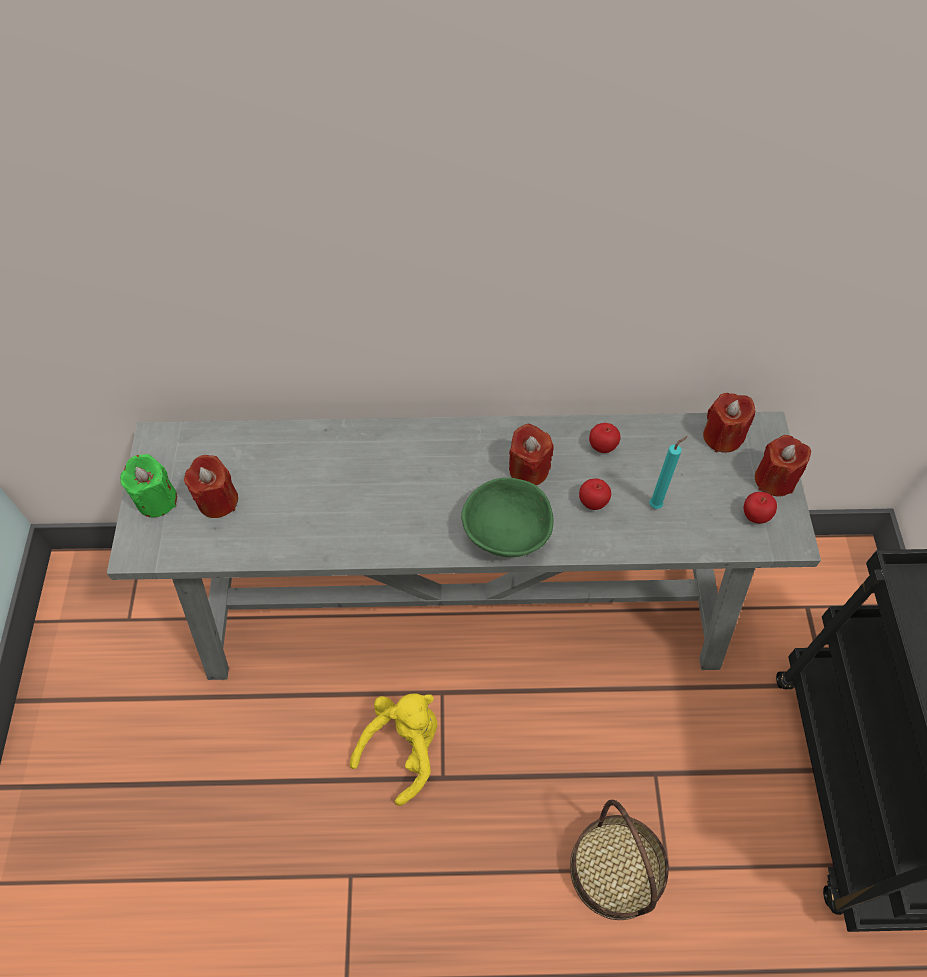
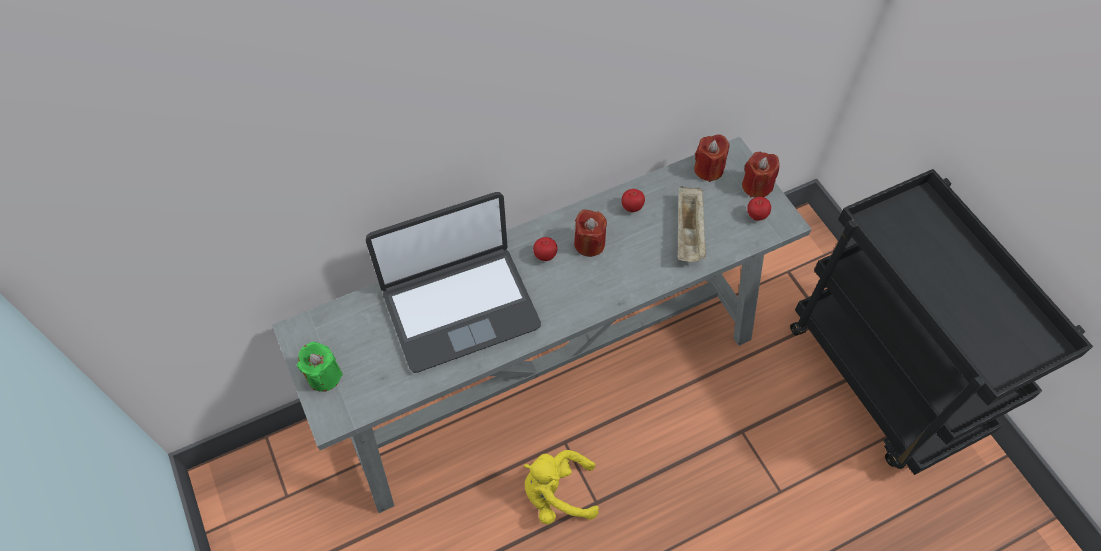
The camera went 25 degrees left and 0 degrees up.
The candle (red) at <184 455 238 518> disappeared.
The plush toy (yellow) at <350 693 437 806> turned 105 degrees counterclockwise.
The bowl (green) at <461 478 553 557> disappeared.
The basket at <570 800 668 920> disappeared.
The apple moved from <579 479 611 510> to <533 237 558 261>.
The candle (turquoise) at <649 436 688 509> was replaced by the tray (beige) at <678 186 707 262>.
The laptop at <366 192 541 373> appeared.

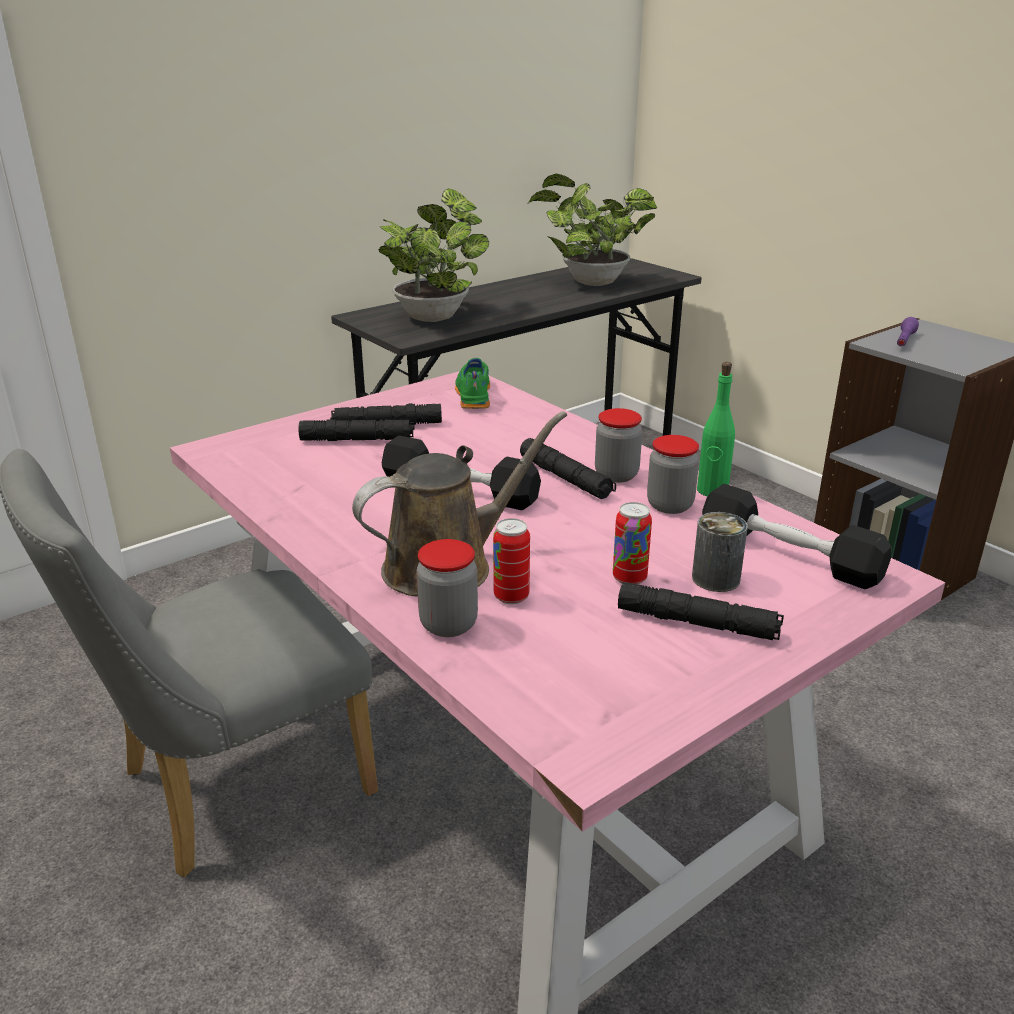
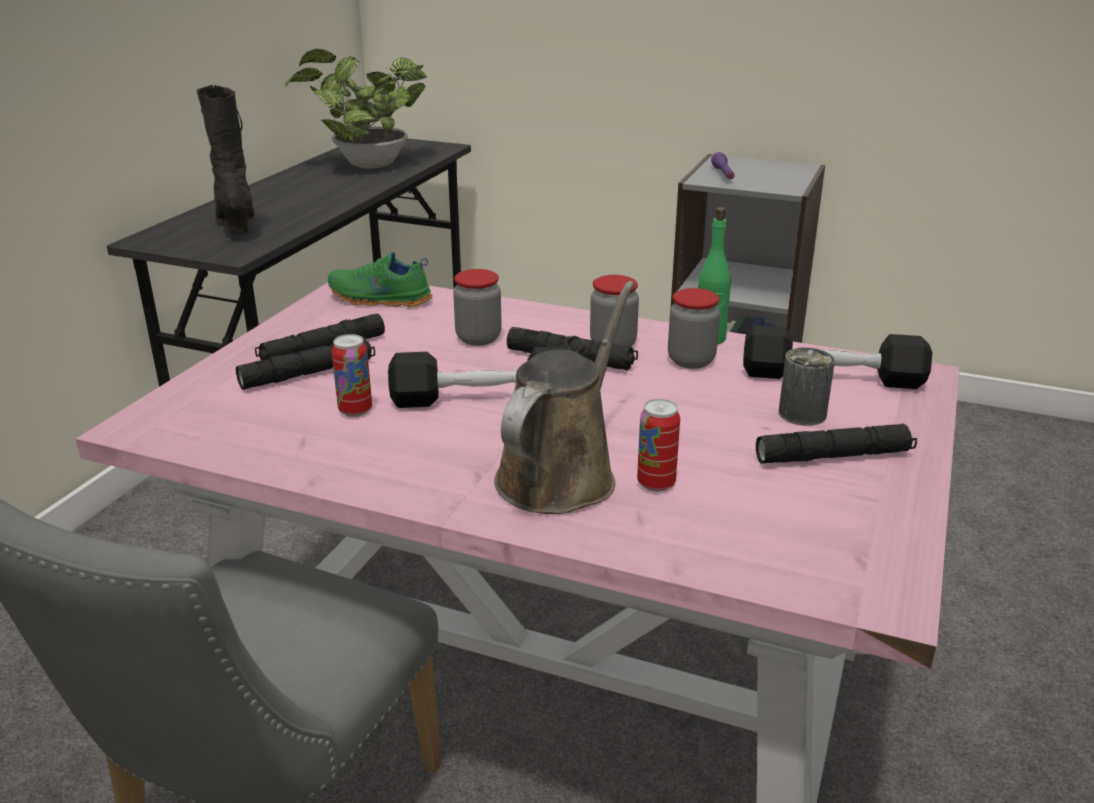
The camera went 30 degrees left and 0 degrees up.
The potted plant at <379 188 489 322> was replaced by the boot (black) at <197 85 256 235>.
The jar moved from <416 539 478 637> to <453 269 502 346>.
The shoe (green) at <455 358 490 409> turned 45 degrees counterclockwise.
The can moved from <613 502 652 584> to <332 334 372 417>.

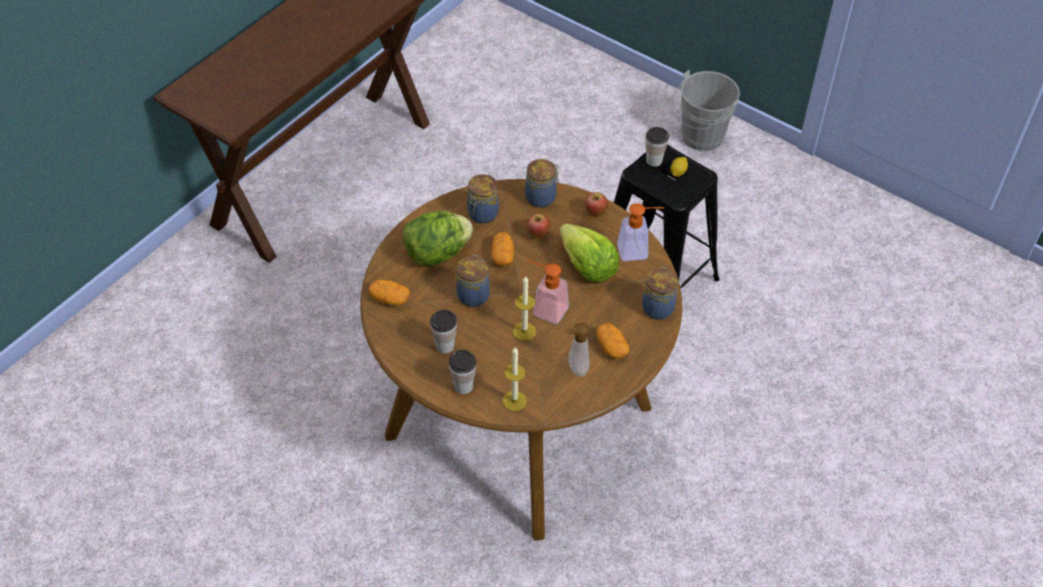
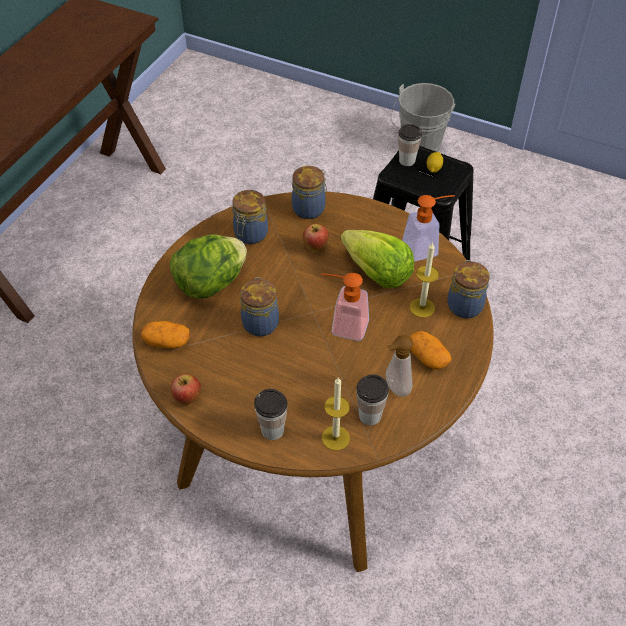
The camera went 10 degrees left and 0 degrees up.
The cup moved from <430 310 457 354> to <356 374 389 425>.
The potato at <491 232 514 266> disappeared.
The candle moved from <513 276 536 341> to <410 242 439 318>.
The apple moved from <584 192 608 217> to <170 373 201 405>.

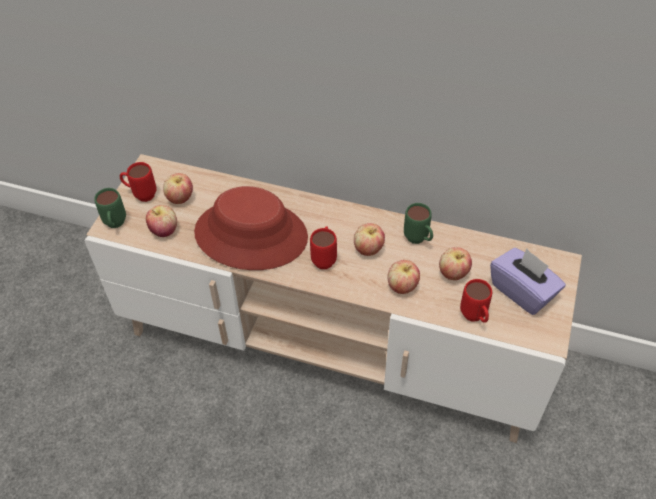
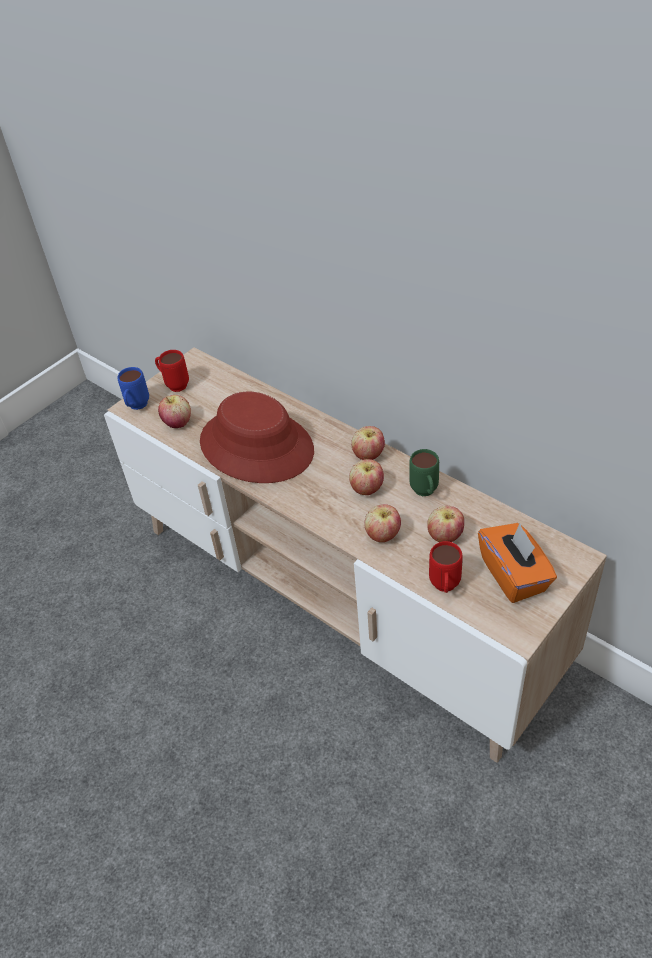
The camera went 25 degrees right and 5 degrees down.
The mug (green) at <94 188 126 228> became the mug (blue) at <118 367 149 410>.
The apple moved from <163 173 193 204> to <351 426 385 460>.
The mug (red) at <310 226 337 269> disappeared.
The tissue box (purple) at <490 248 566 315> became the tissue box (orange) at <478 523 557 603>.

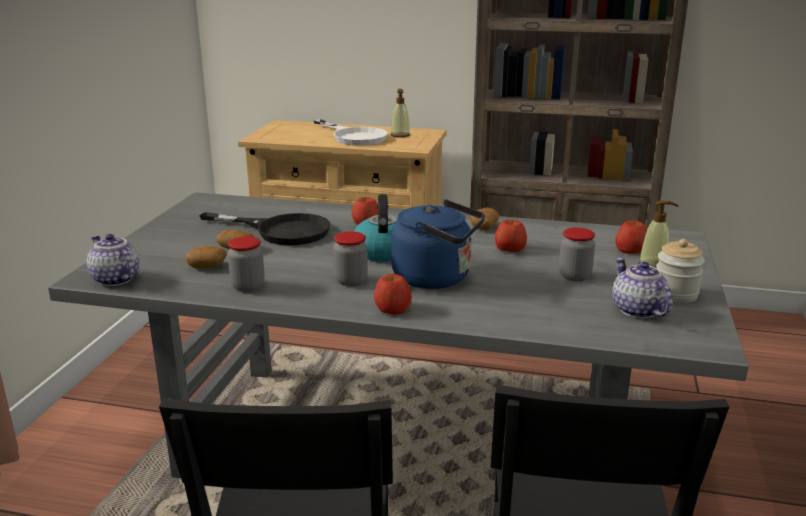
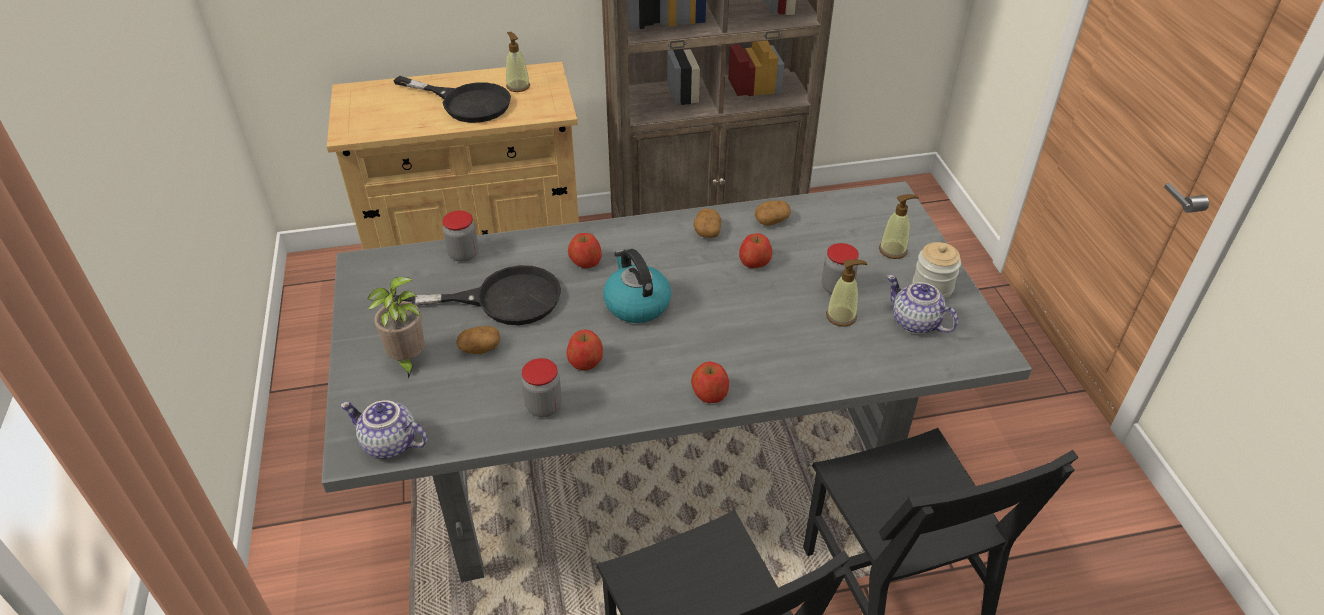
The camera went 25 degrees left and 20 degrees up.
The potato moved from <185 245 227 268> to <755 201 791 226>.
The frying pan (white) at <313 119 388 146> became the frying pan (black) at <393 76 511 123>.
The jar moved from <333 231 368 286> to <442 211 478 262>.
The kettle (blue) at <391 199 485 289> disappeared.
The apple moved from <615 220 647 254> to <567 330 603 370>.
The potted plant at <367 277 425 379> appeared.
The soap dispenser at <826 259 867 327> appeared.

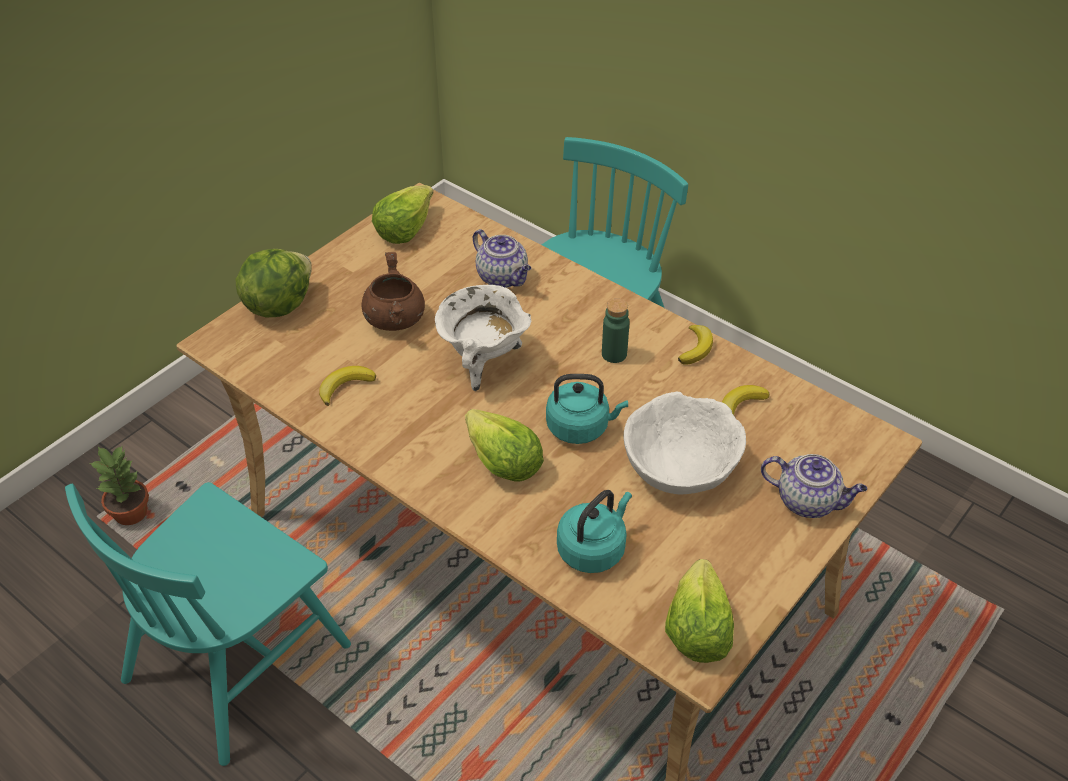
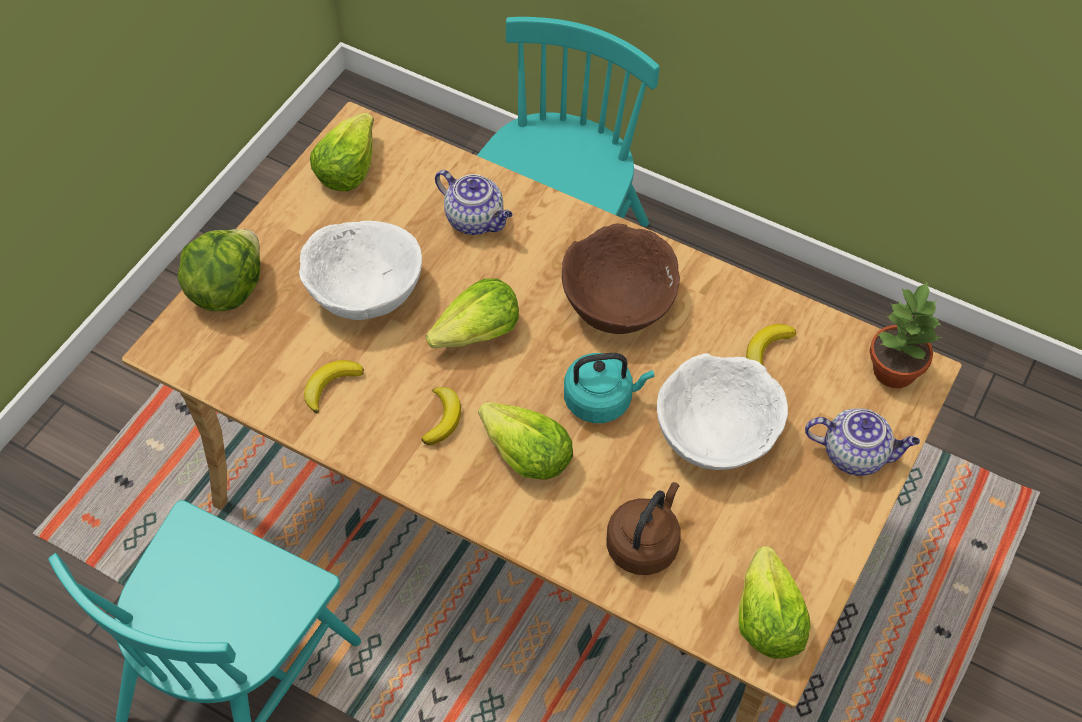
The camera went 10 degrees left and 10 degrees up.
The potted plant moved from <89 445 149 525> to <869 281 942 388>.
The cooking pot (brown) at <361 252 425 331> was replaced by the bowl (white) at <299 221 422 320>.
The cooking pot (white) at <435 285 531 391> was replaced by the lettuce at <426 279 519 348>.
The kettle (turquoise) at <557 490 632 573> became the kettle (brown) at <606 482 681 575>.
The bottle (green) at <602 299 629 363> was replaced by the bowl (brown) at <562 223 680 334>.
The banana moved from <678 325 713 365> to <421 387 461 445>.

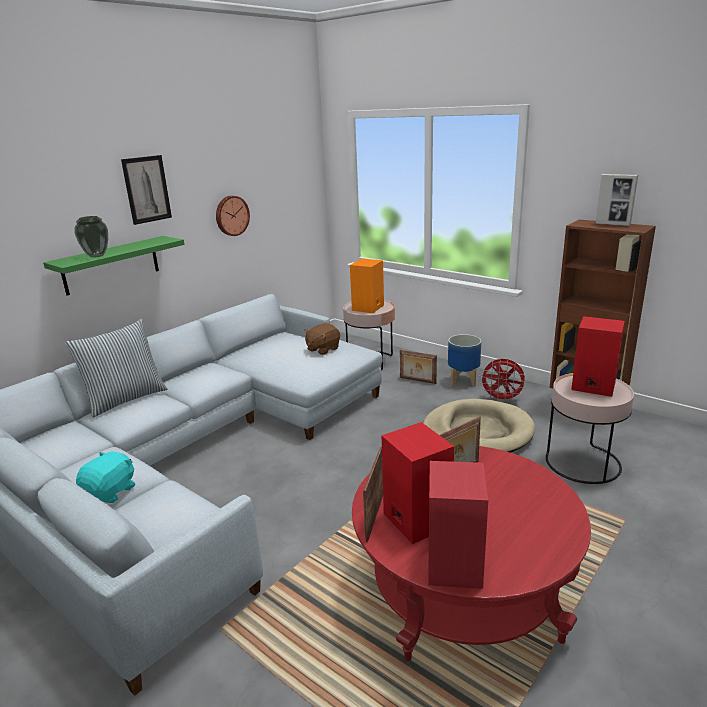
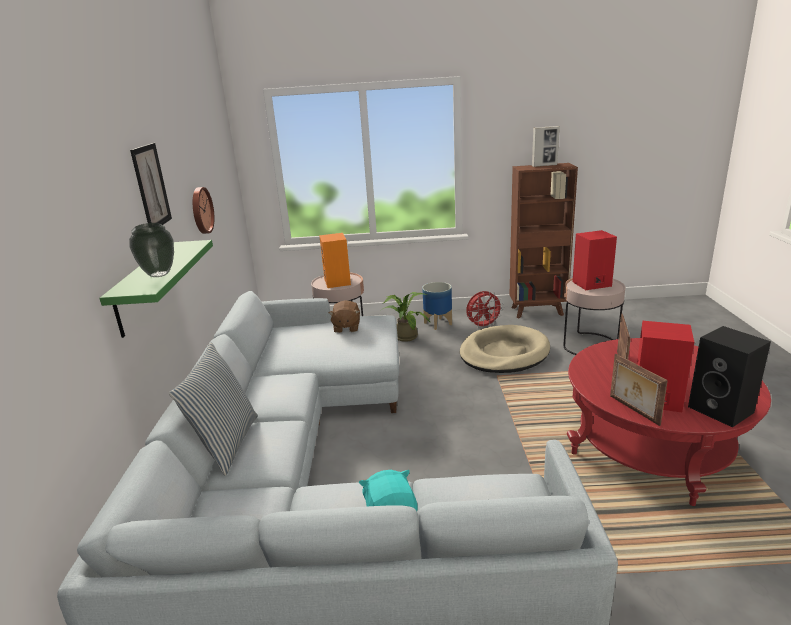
The camera went 40 degrees left and 0 degrees up.
The picture frame at <400 350 437 384> was replaced by the potted plant at <381 292 431 342>.
The speaker (red) at <428 461 488 589> became the speaker (black) at <688 326 771 427>.

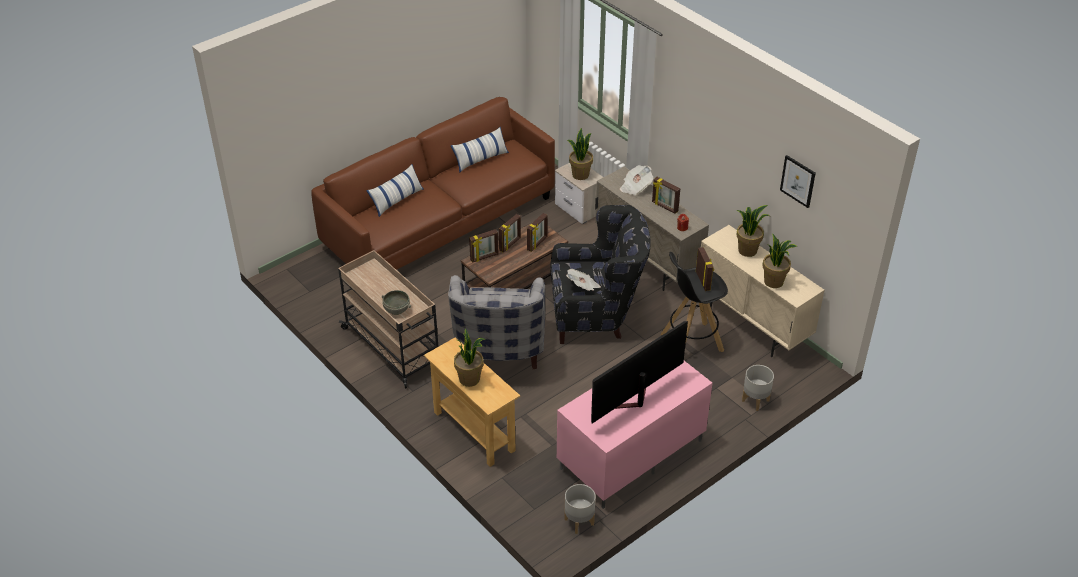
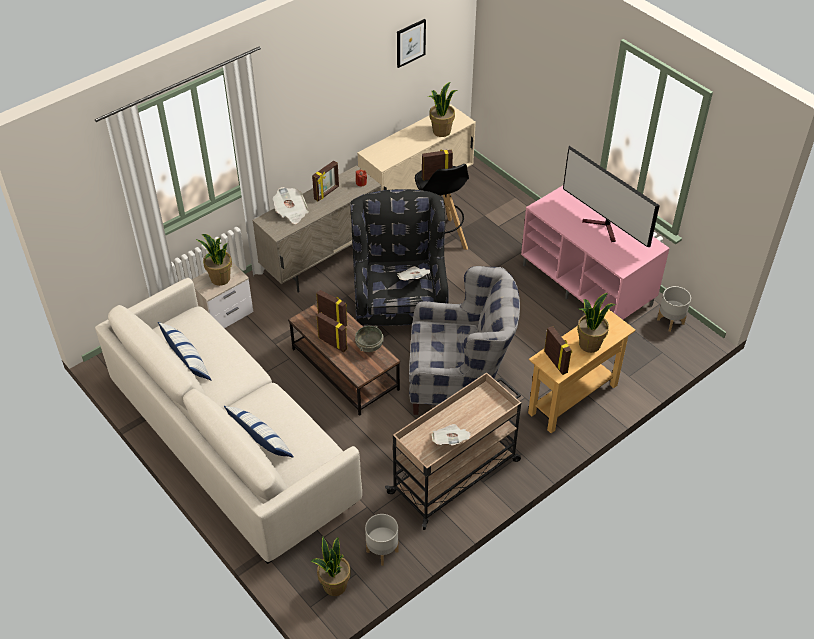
The camera went 90 degrees left and 5 degrees up.
The sofa (brown) at <311 97 555 270> became the sofa (white) at <95 278 362 564>.
The bowl (grey) moved from <382 290 411 315> to <355 326 384 352>.
The picture frame moved from <469 229 499 263> to <544 326 572 375>.
The potted plant moved from <736 205 770 257> to <311 537 351 596>.
The planter (grey) moved from <742 365 774 411> to <365 514 399 566>.
The newspaper at <432 424 471 445> appeared.

